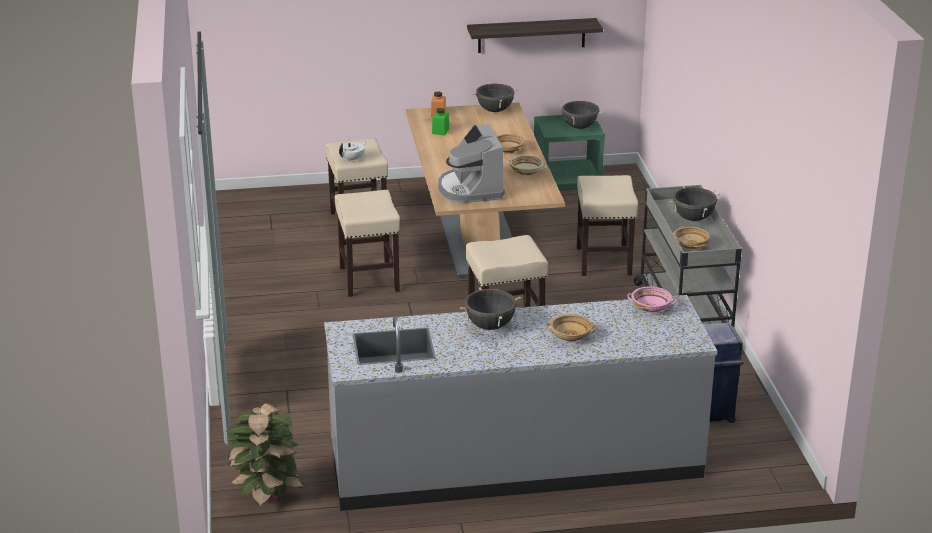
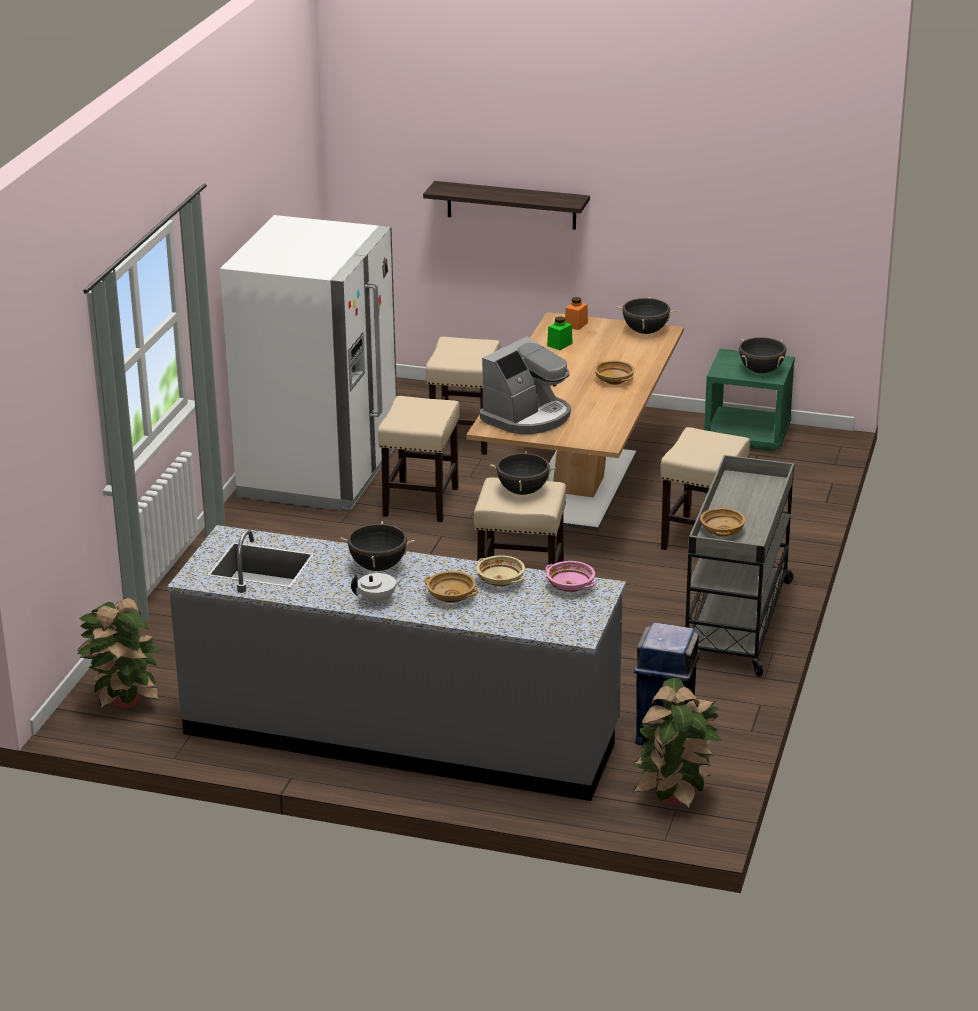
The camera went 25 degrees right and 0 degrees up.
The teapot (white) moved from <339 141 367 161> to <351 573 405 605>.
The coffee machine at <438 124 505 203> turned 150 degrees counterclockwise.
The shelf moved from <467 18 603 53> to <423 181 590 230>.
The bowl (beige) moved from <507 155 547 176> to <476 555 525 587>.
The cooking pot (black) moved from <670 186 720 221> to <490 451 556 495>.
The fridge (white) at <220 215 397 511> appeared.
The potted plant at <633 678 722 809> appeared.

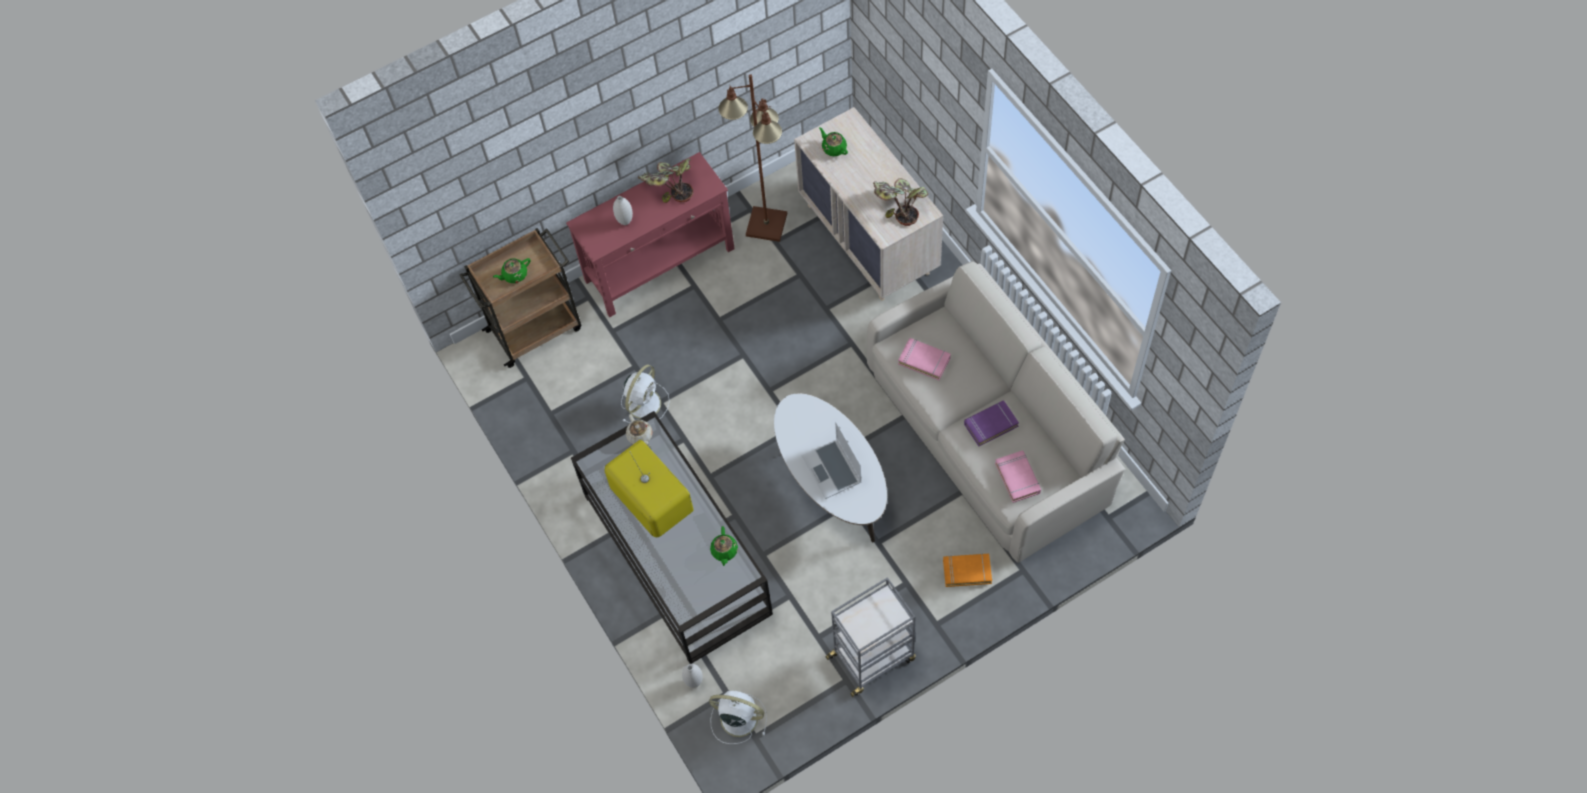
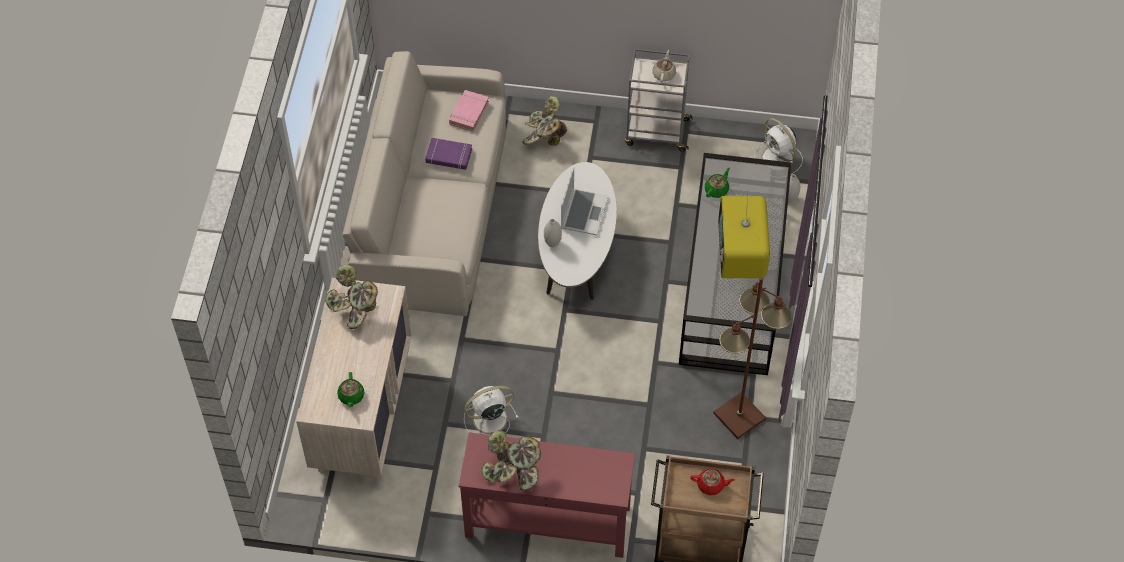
The camera went 145 degrees left and 5 degrees down.
The teapot (green) at <493 258 531 283> became the teapot (red) at <690 468 735 495>.
The vase (white) moved from <613 196 633 225> to <544 219 562 247>.
The fan (white) moved from <621 364 670 423> to <464 386 518 434>.
The teapot (beige) moved from <626 414 653 445> to <653 50 676 83>.
The floor lamp (brown) moved from <718 74 787 242> to <713 277 792 439>.
The book (pink) at <898 338 951 380> disappeared.
The book (orange) at <943 553 992 587> was replaced by the potted plant at <523 96 567 146>.

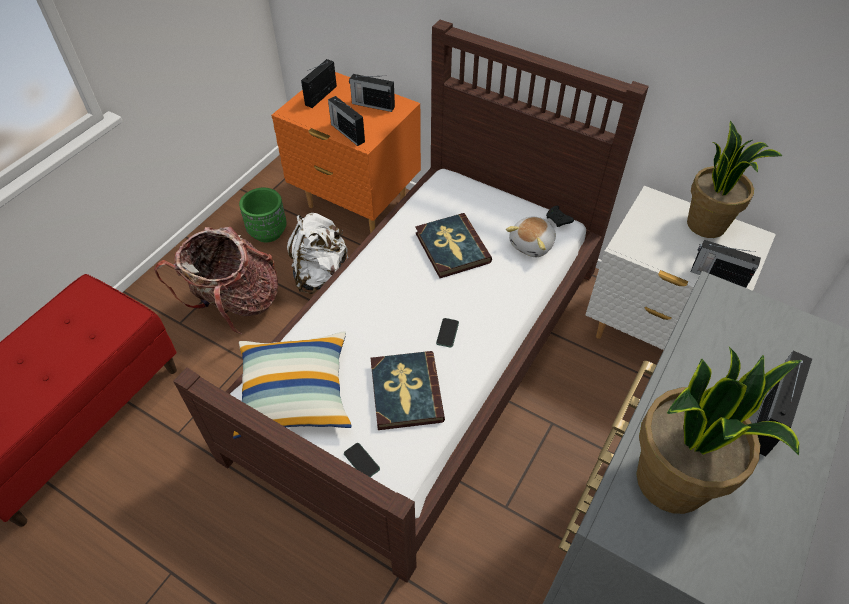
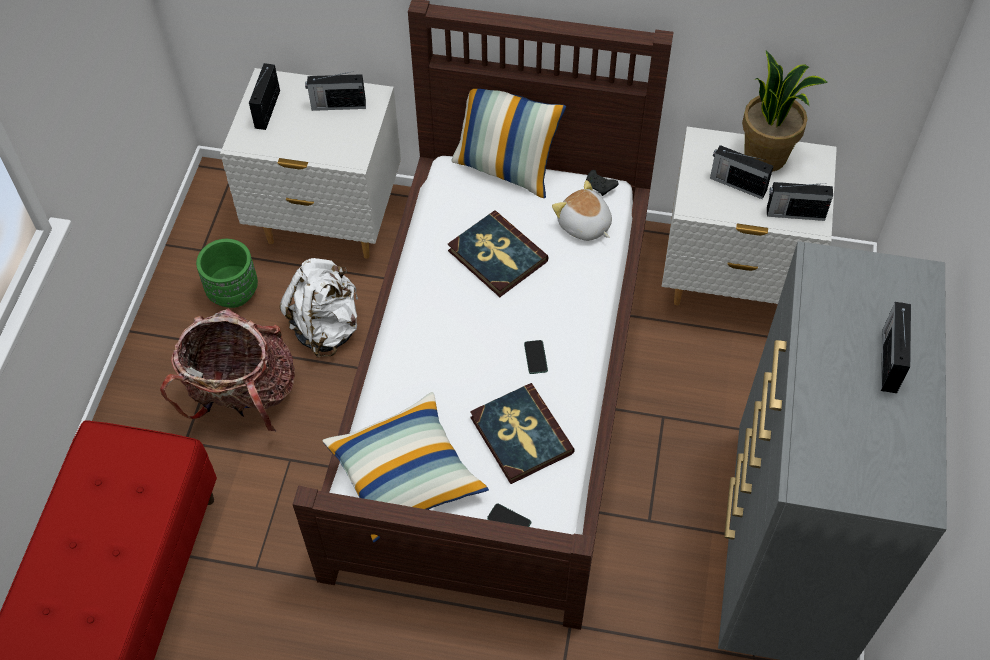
The camera went 20 degrees left and 5 degrees up.
The nightstand (orange) at <271 72 421 233> became the nightstand (white) at <220 68 401 259>.
The radio moved from <328 96 365 146> to <710 145 773 199>.
The plush toy at <506 217 556 257> turned 120 degrees clockwise.
The potted plant at <636 347 802 514> disappeared.
The pillow at <452 89 566 198> appeared.

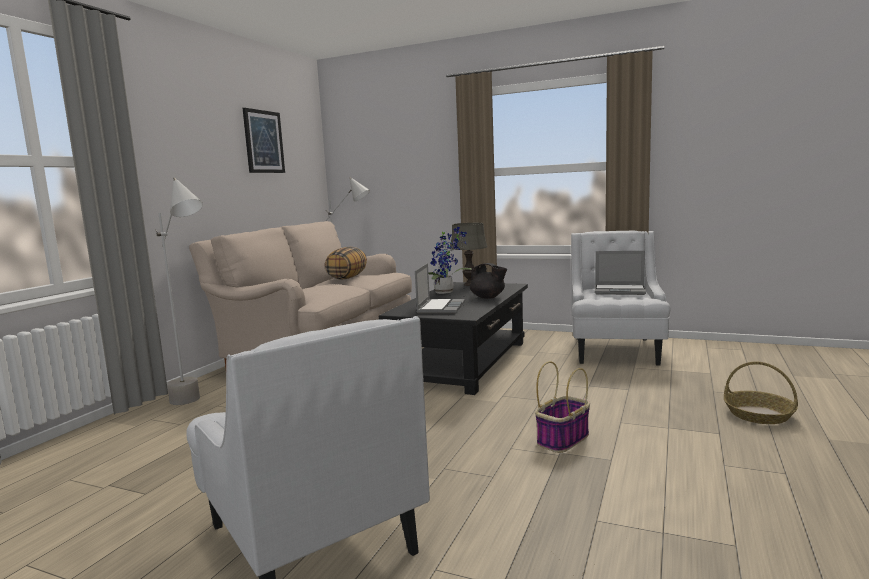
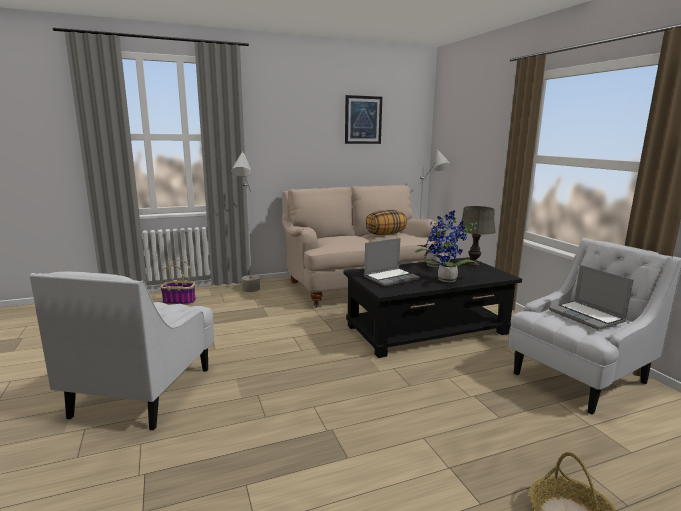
The camera went 45 degrees right and 5 degrees up.
The teapot (black) at <470 263 507 299> was replaced by the potted plant at <422 221 478 282>.
The basket moved from <535 361 590 453> to <160 260 196 305>.

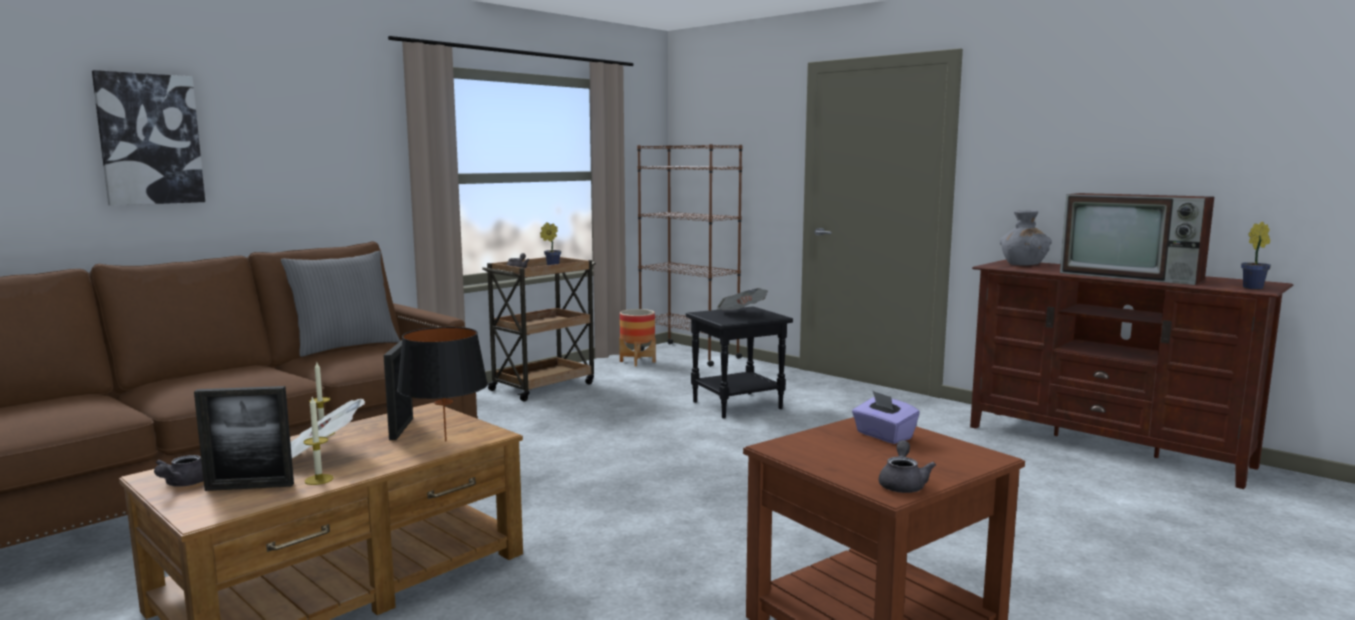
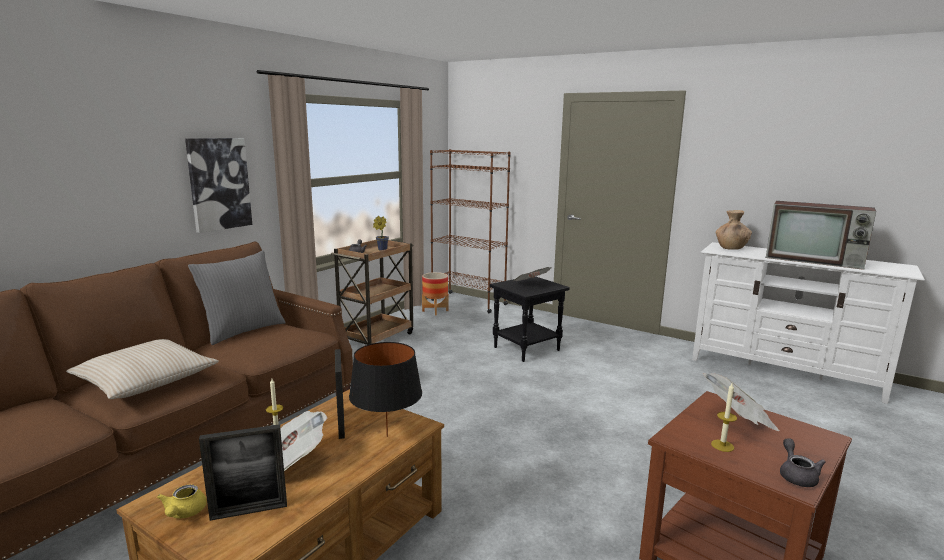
The camera went 10 degrees left and 5 degrees up.
The picture moved from <92 70 205 206> to <185 138 252 233>.
The teapot (grey) at <154 455 204 487> became the teapot (yellow) at <157 484 207 518>.
The candle moved from <304 397 333 485> to <711 383 737 452>.
The tissue box (purple) at <852 391 920 444> was replaced by the newspaper at <703 373 780 431>.
The tv stand (brown) at <970 260 1293 489> became the tv stand (white) at <692 242 925 404>.
The vase (grey) at <1000 210 1052 265> became the vase (brown) at <716 210 752 250>.
The potted plant at <1241 221 1271 289> disappeared.
The pillow (beige) at <67 339 219 399> appeared.

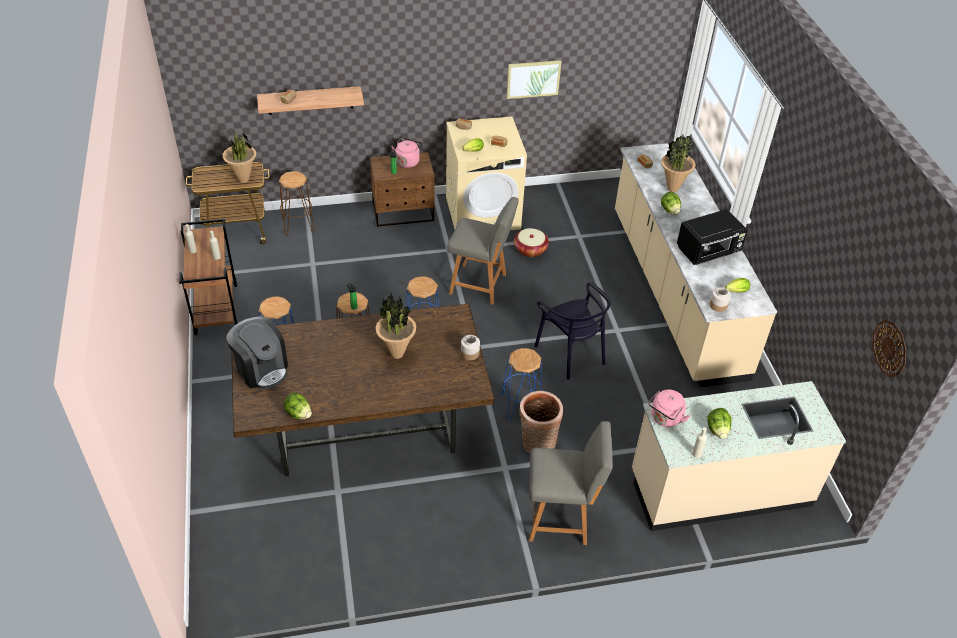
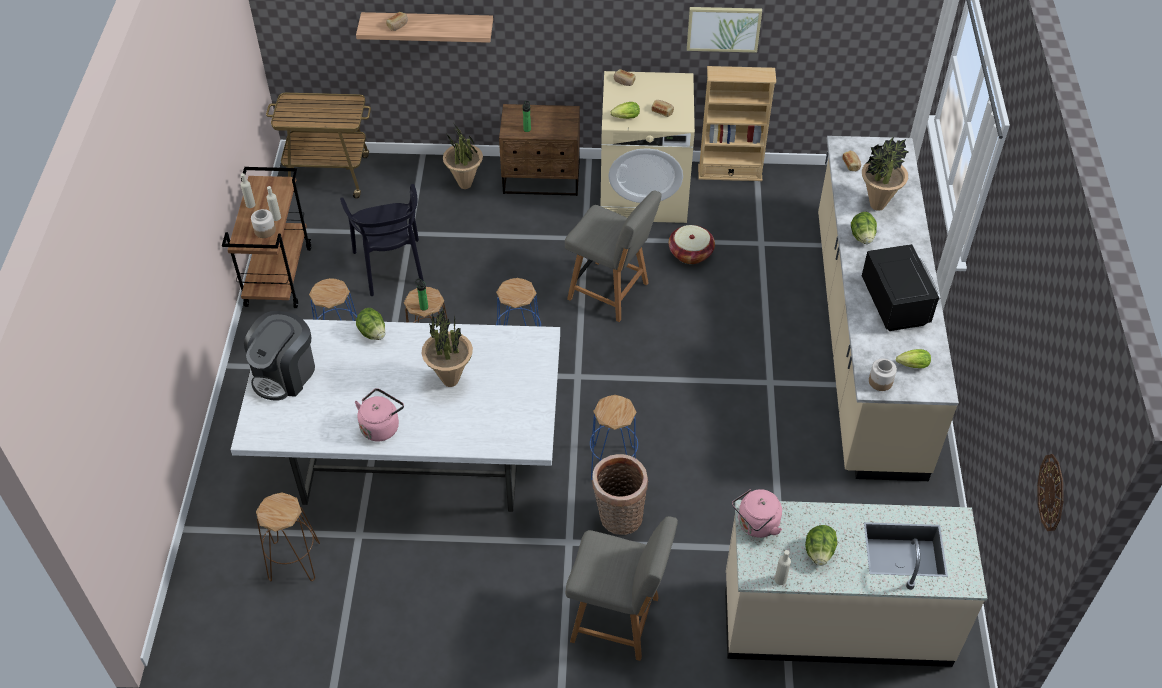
The camera went 15 degrees right and 5 degrees up.
The potted plant moved from <222 130 256 183> to <443 124 483 189>.
The coffee machine at <226 316 288 389> turned 60 degrees clockwise.
The dining table (brown) at <232 304 494 476> became the dining table (white) at <230 319 560 512>.
The stool (brown) moved from <279 171 315 236> to <256 493 320 581>.
The lettuce moved from <284 392 312 419> to <356 308 385 340>.
The kettle (pink) moved from <391 138 423 168> to <355 388 404 441>.
The jar moved from <461 335 480 360> to <251 209 276 238>.
The chair (black) moved from <534 282 611 380> to <340 184 424 296>.
The microwave (black) at <677 209 748 265> turned 90 degrees counterclockwise.
The bookcase (beige) at <698 66 776 181> appeared.

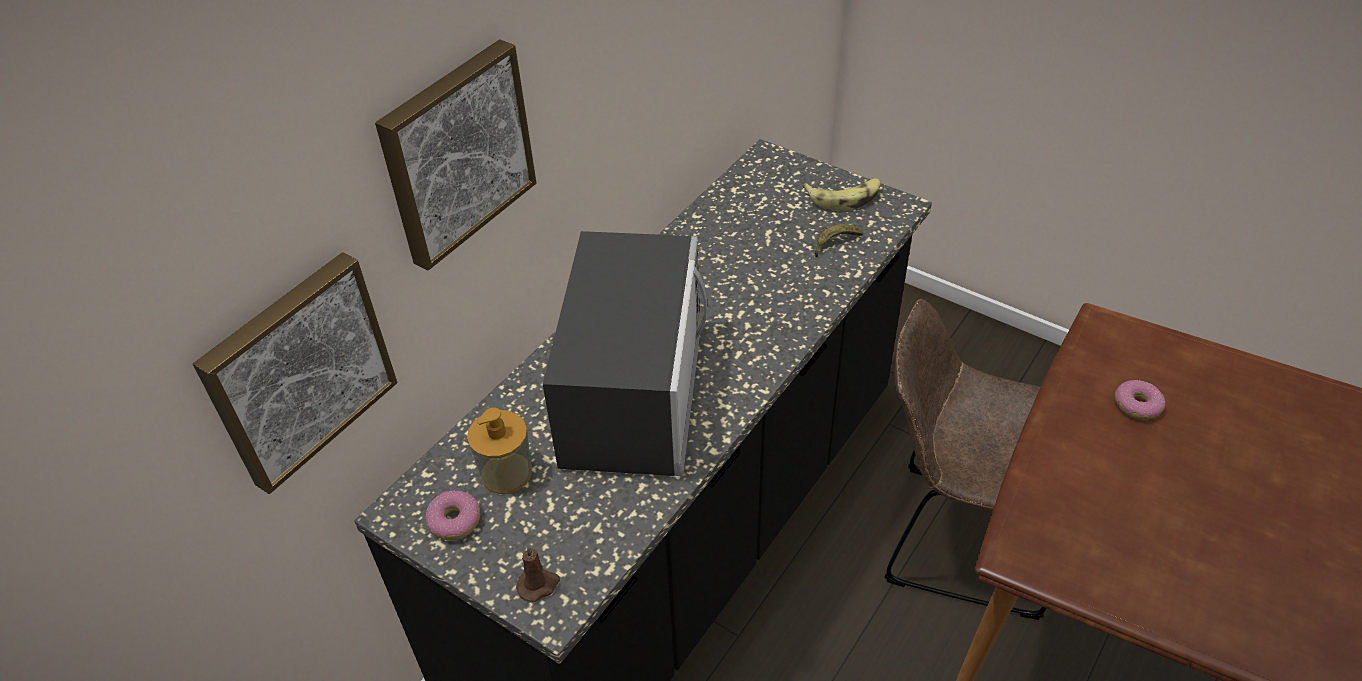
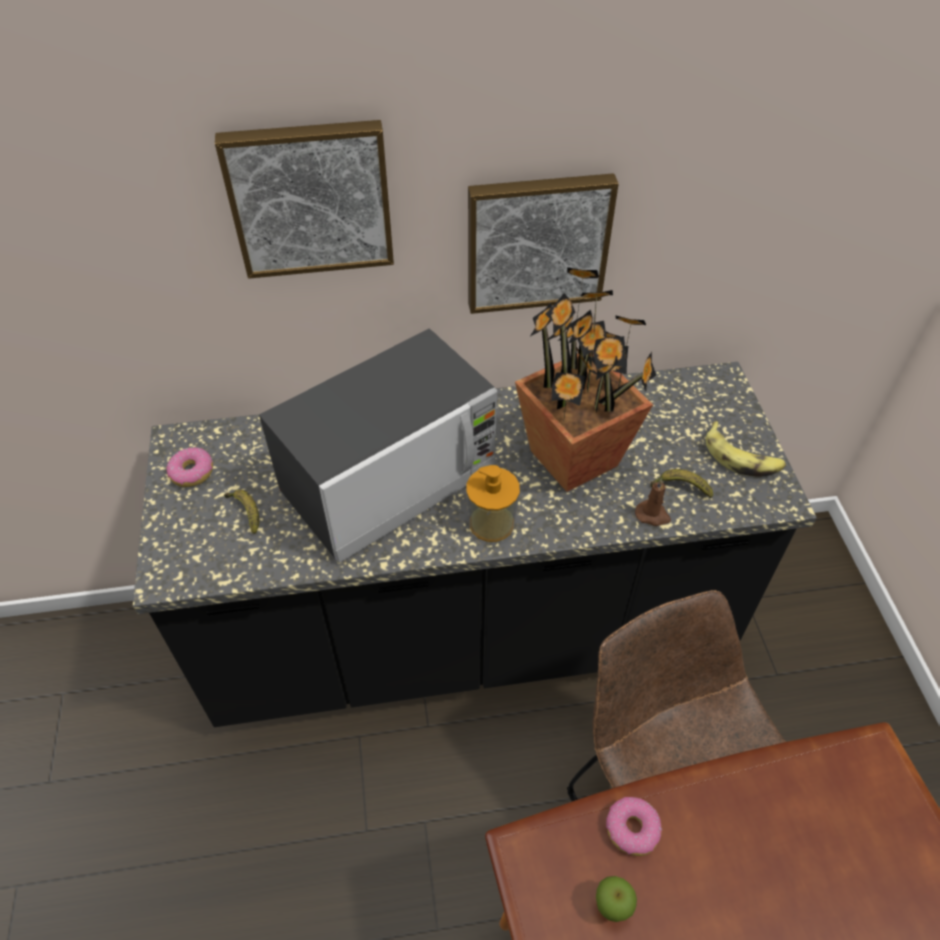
The camera went 45 degrees right and 5 degrees up.
The picture moved from <193 252 398 494> to <468 173 619 314>.
The soap dispenser moved from <467 407 532 494> to <466 465 520 542>.
The candle (brown) moved from <516 546 560 602> to <635 478 671 526>.
The donut moved from <1115 380 1166 420> to <606 797 662 856>.
The banana at <224 490 259 534> appeared.
The potted plant at <515 267 656 492> appeared.
The apple at <596 876 637 922> appeared.

